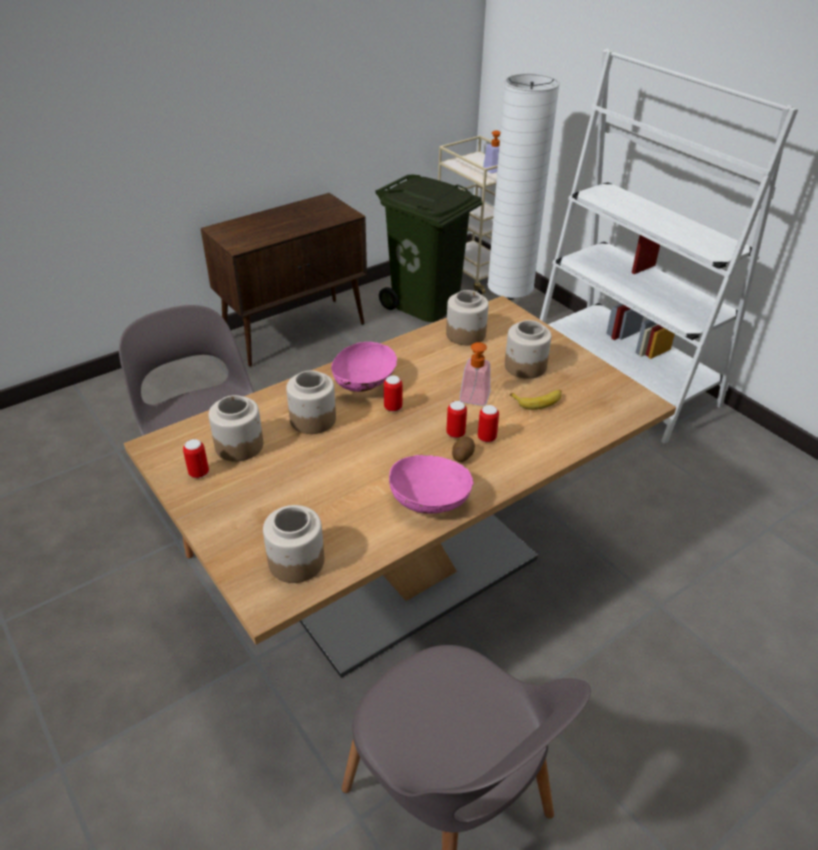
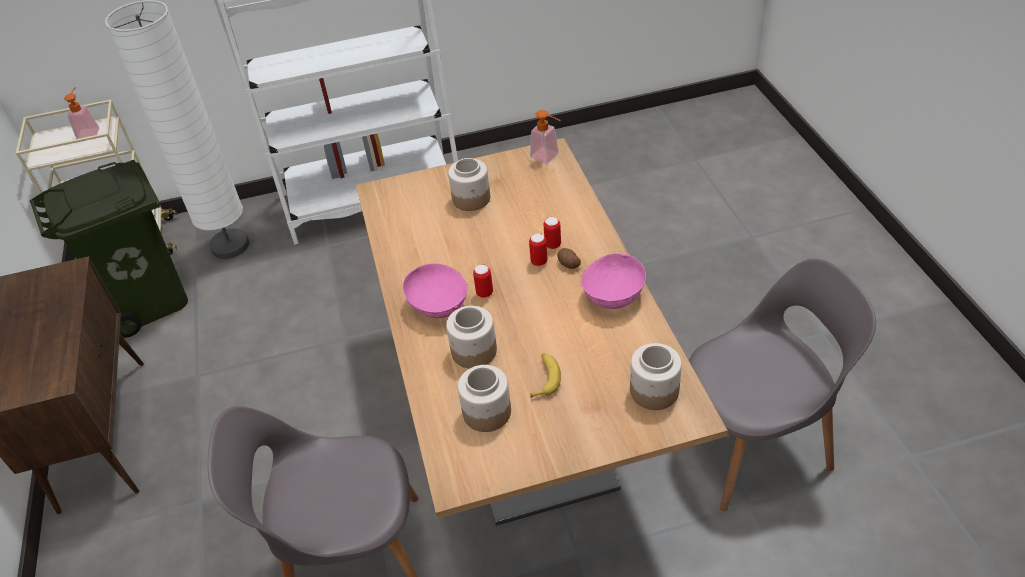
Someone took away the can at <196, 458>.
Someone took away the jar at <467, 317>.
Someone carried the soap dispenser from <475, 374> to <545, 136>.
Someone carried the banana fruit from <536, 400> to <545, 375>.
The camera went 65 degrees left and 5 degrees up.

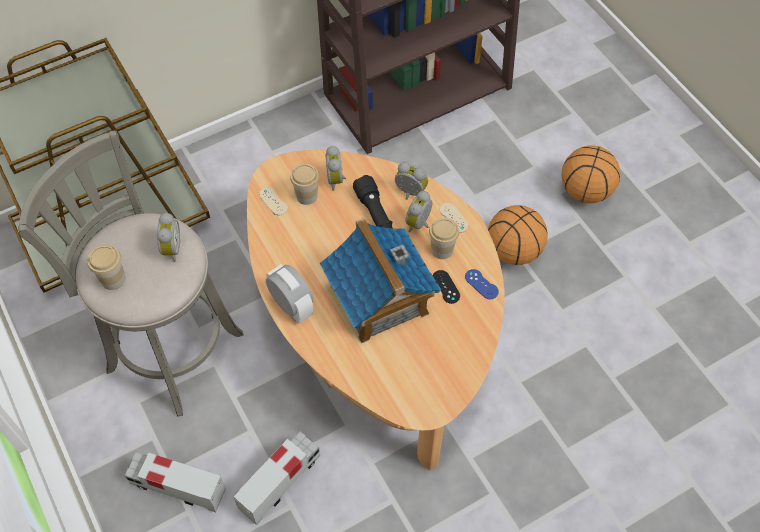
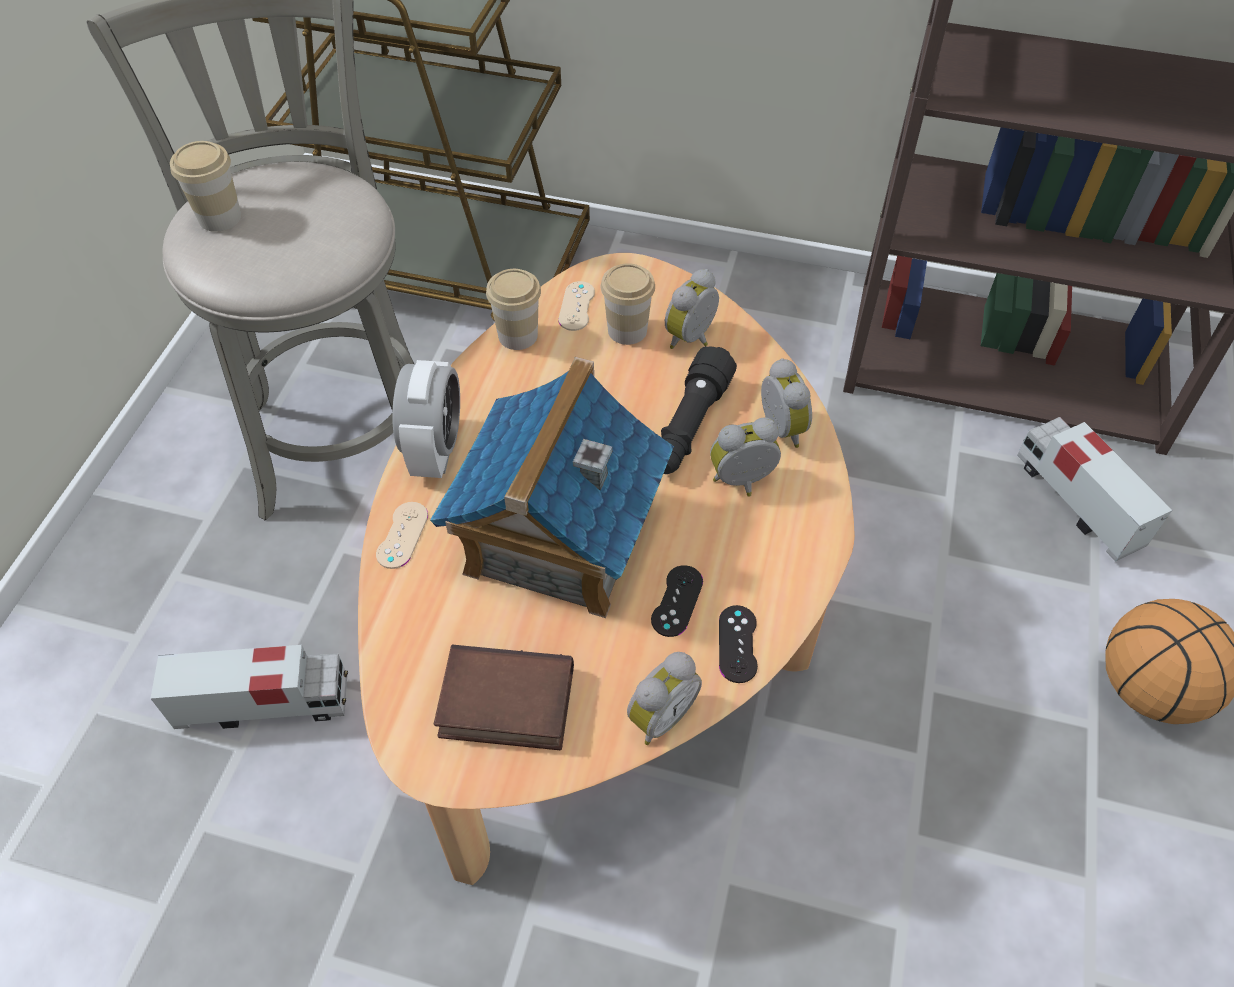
Someone took away the ball for basketball at <518, 235>.
Someone put down the volume at <504, 697>.
Someone carried the model truck from <175, 482> to <1094, 489>.
Someone carried the table clock from <168, 237> to <664, 698>.
Someone carried the drinking cup from <444, 238> to <513, 309>.
Someone carried the joypad in beige from <454, 218> to <402, 535>.
Someone repainted the joypad in bluish at <482, 284>, which became the joypad in blackish at <738, 644>.
The camera went 45 degrees right and 5 degrees down.

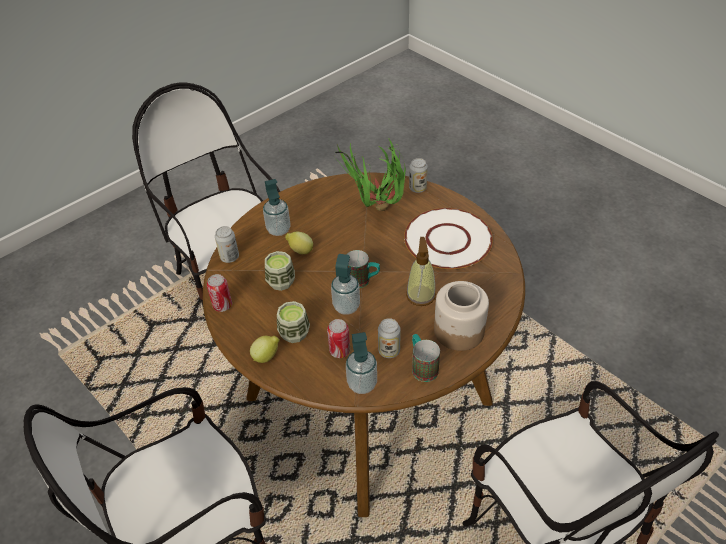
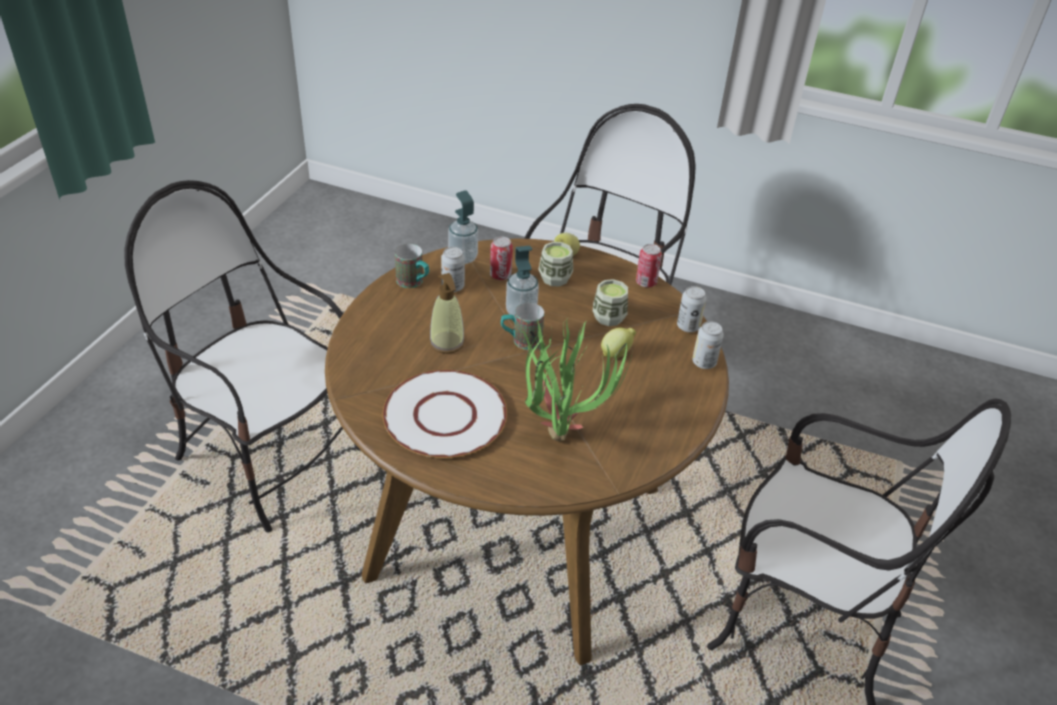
Someone took away the soap dispenser at <276, 207>.
Someone took away the jar at <461, 316>.
Someone carried the can from <418, 175> to <708, 345>.
The camera went 150 degrees right and 5 degrees down.

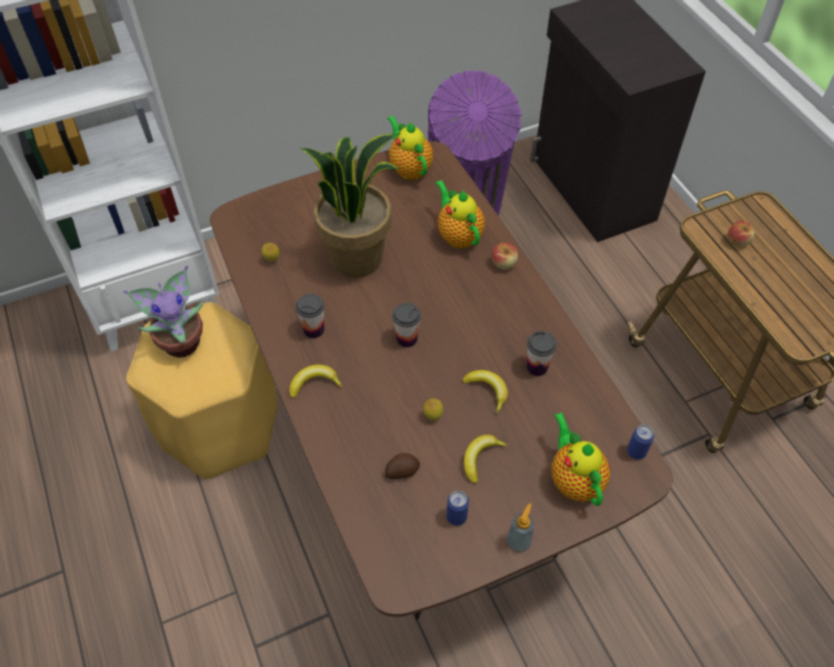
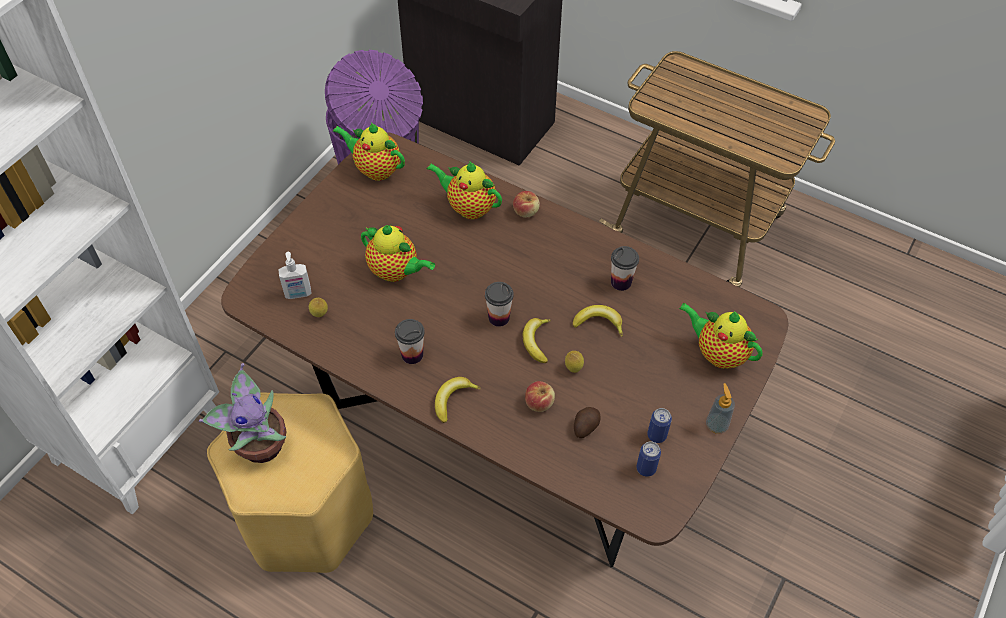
Someone put down the soap dispenser at <295, 275>.
Someone carried the banana fruit from <486, 459> to <537, 340>.
Someone carried the can from <640, 442> to <648, 459>.
Someone carried the apple fruit from <741, 234> to <540, 396>.
Someone swapped the houseplant at <350, 206> for the pot for tea at <398, 253>.
The camera went 35 degrees left and 0 degrees up.

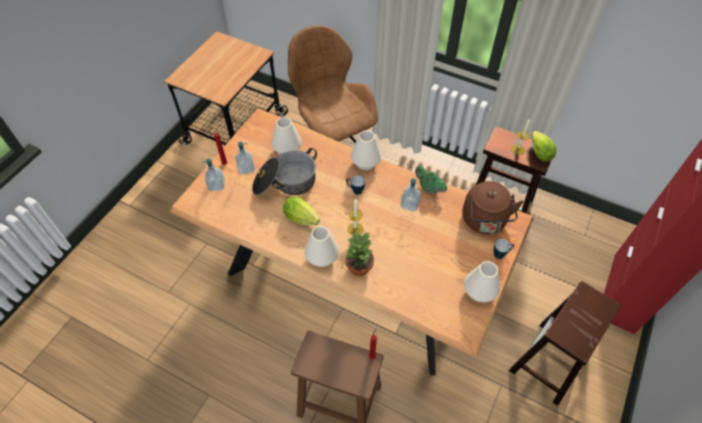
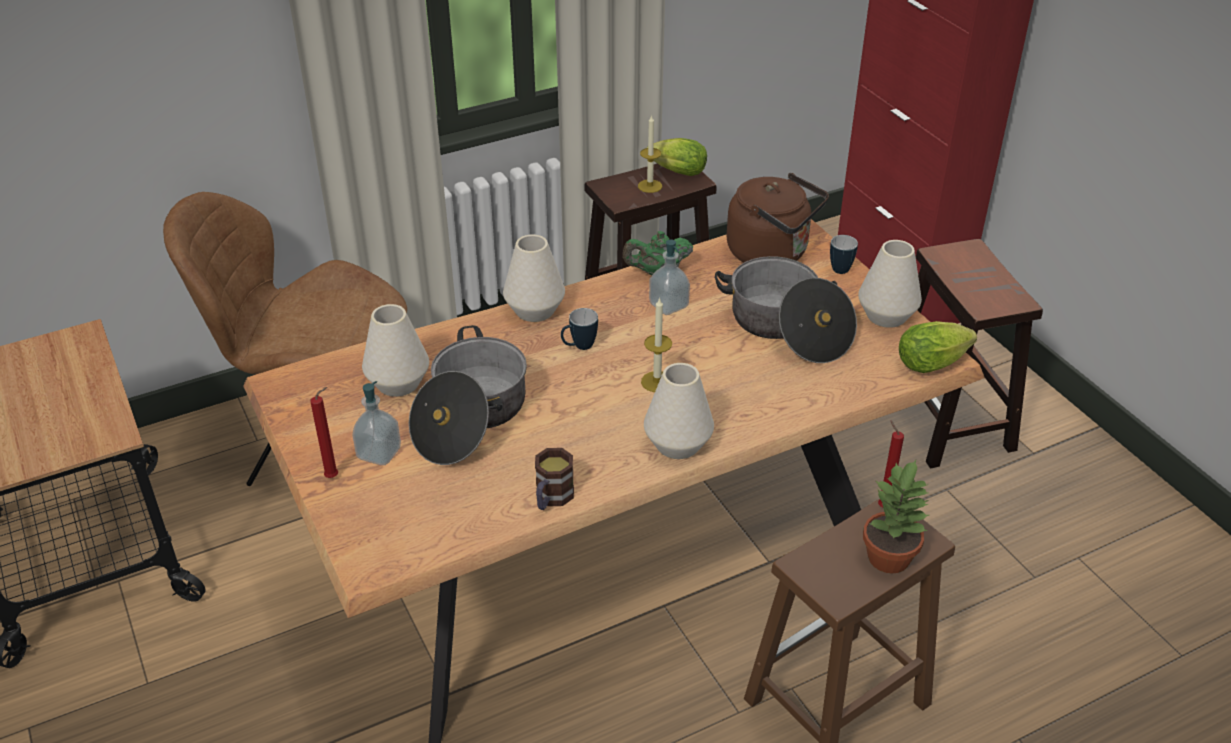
Someone took away the soap dispenser at <213, 175>.
Someone put down the mug at <554, 479>.
Someone put down the stockpot at <786, 309>.
Someone carried the lettuce head from <301, 210> to <938, 347>.
Someone carried the houseplant from <359, 254> to <896, 517>.
The camera went 55 degrees left and 15 degrees down.

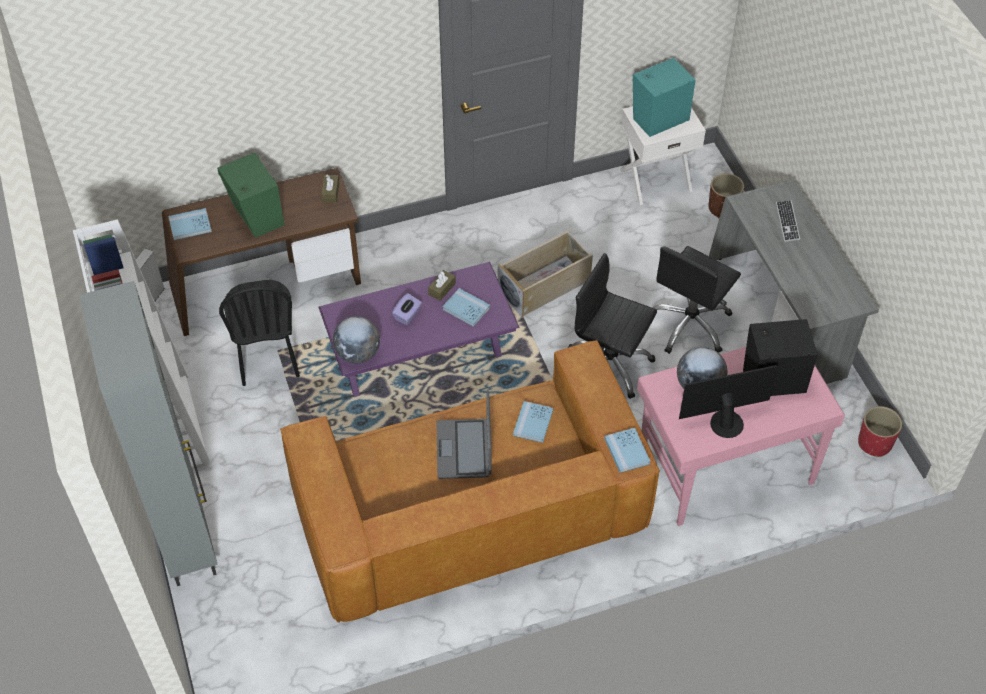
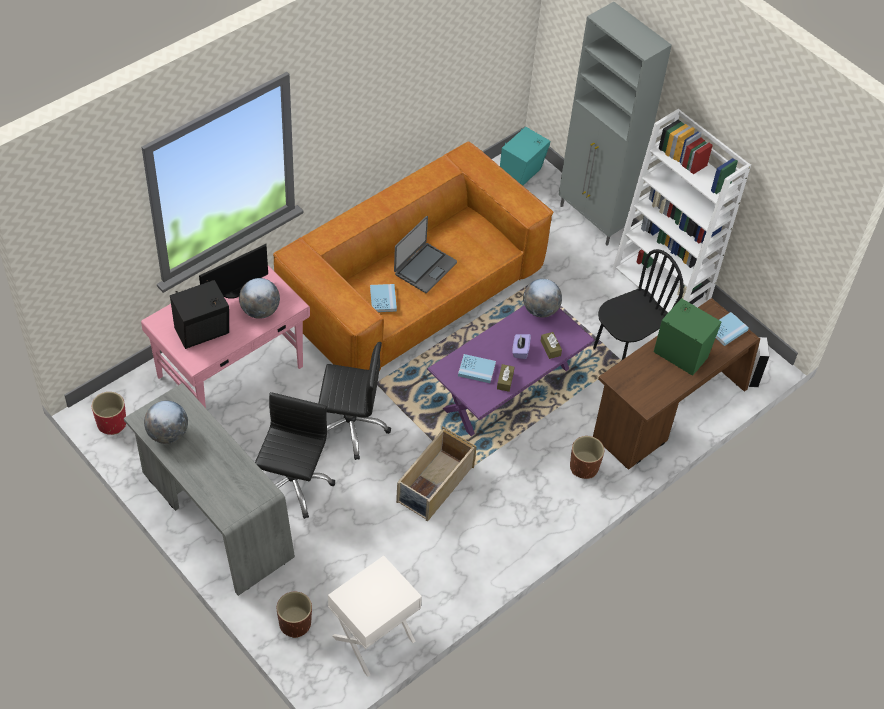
Someone took away the volume in bluish at <627, 450>.
Someone took away the PC keyboard at <788, 221>.
Someone put down the desk globe at <166, 422>.
Someone put down the planter in brownish at <587, 457>.
Someone carried the tissue holder in brownish from <330, 189> to <551, 345>.
Someone carried the audio speaker in turquoise from <663, 97> to <525, 156>.
Someone rotated the upright chair in blackish at <259, 333> by 90 degrees clockwise.
Someone rotated the portable computer at <464, 434> by 60 degrees clockwise.
The camera went 155 degrees right and 0 degrees up.

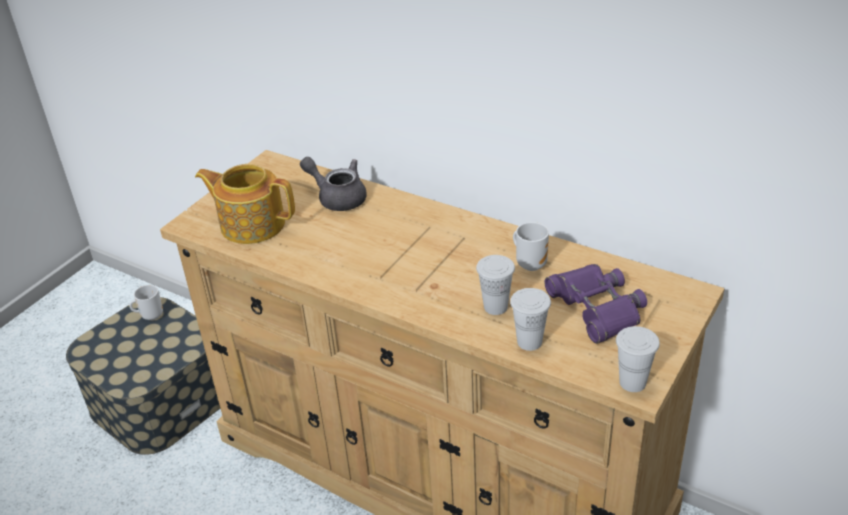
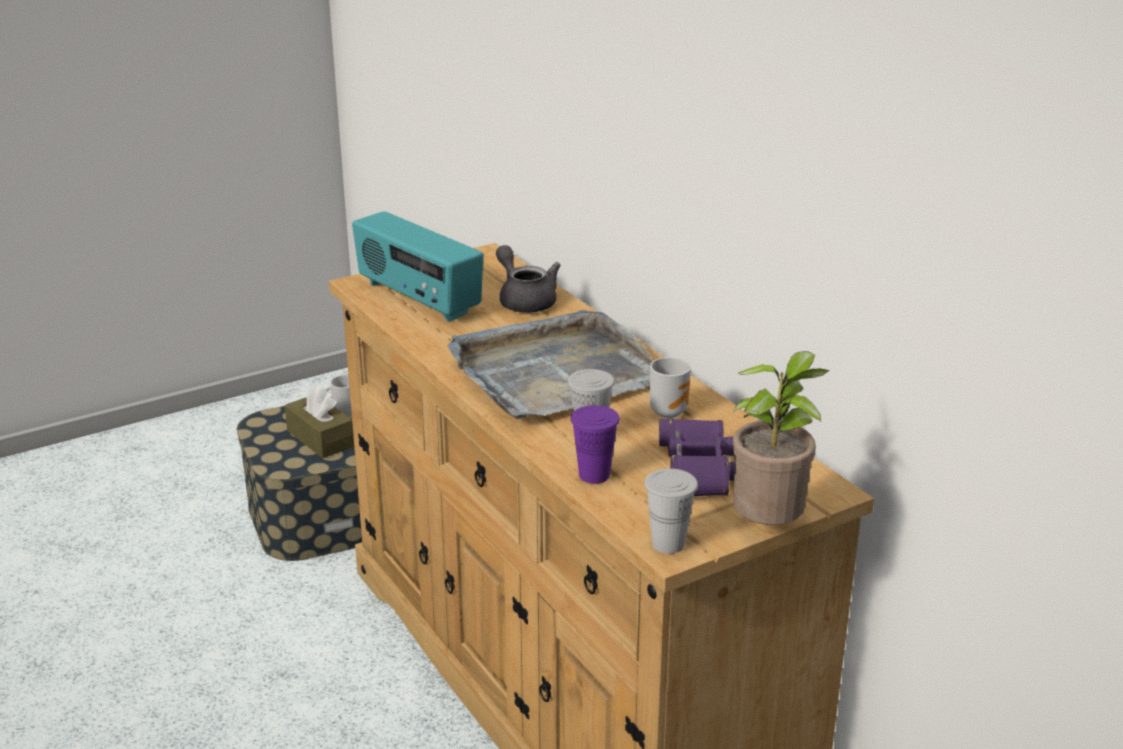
Someone put down the tissue holder in brownish at <319, 421>.
Someone put down the serving tray in gray at <550, 364>.
Someone put down the houseplant at <781, 438>.
Someone swapped the pot for tea at <245, 204> for the radio receiver at <418, 266>.
Someone repainted the drinking cup in white at <530, 319>, which became the drinking cup in purple-coloured at <595, 444>.
The camera went 25 degrees right and 10 degrees down.

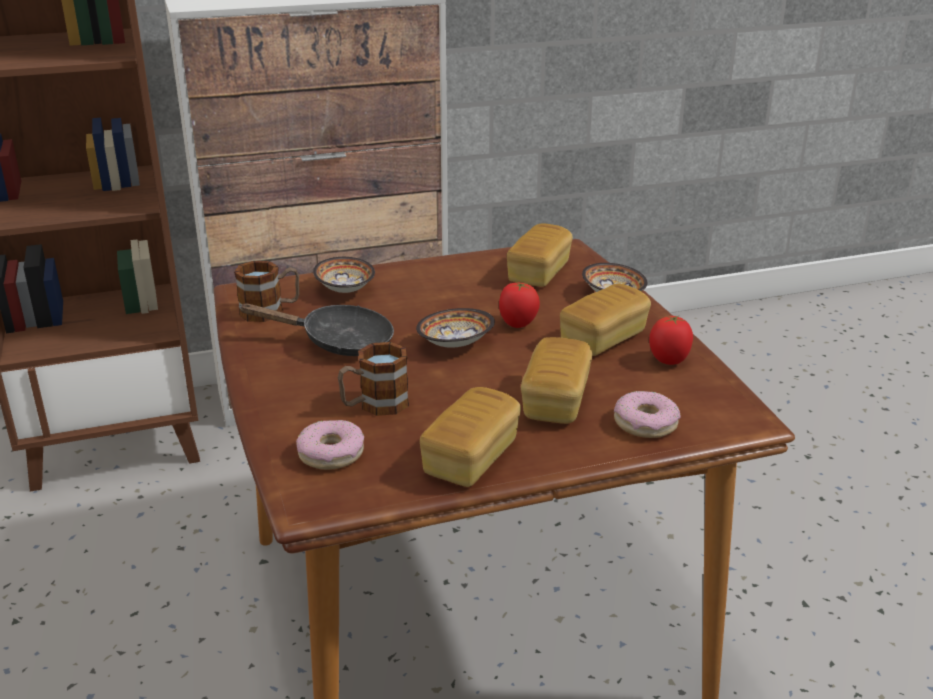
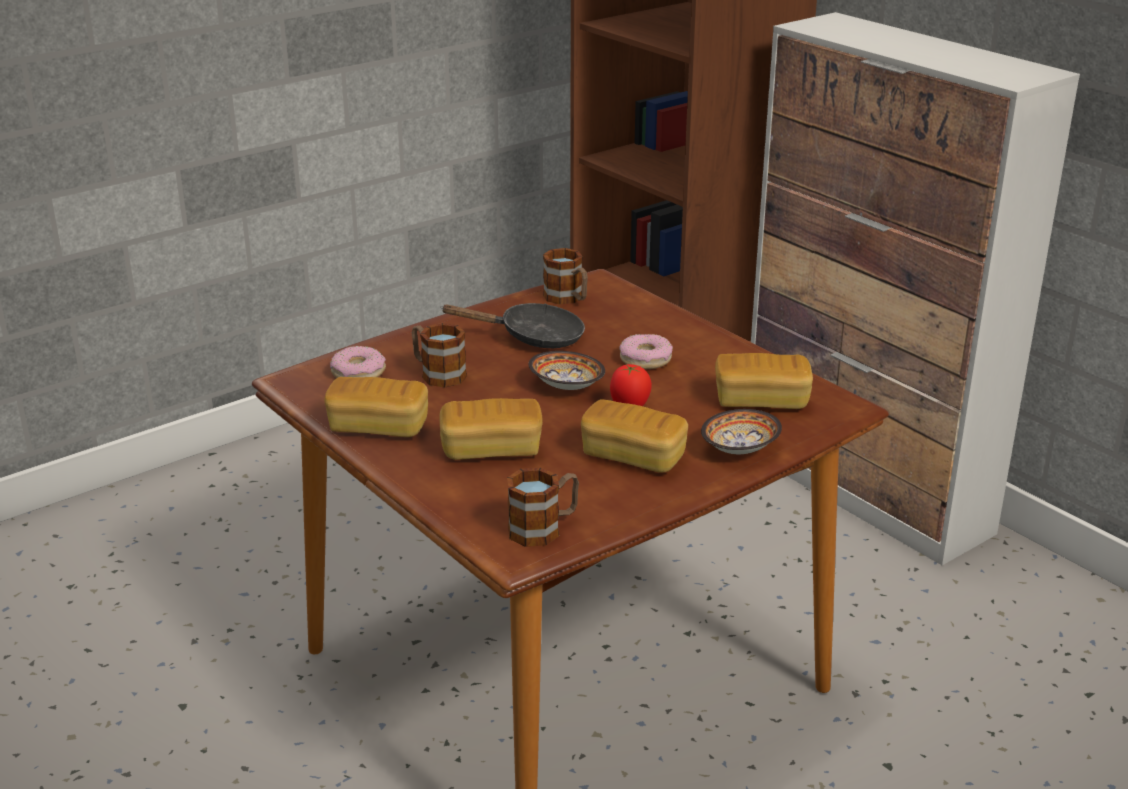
Someone took away the deep dish at <344, 275>.
Someone took away the whole tomato at <671, 340>.
Someone put down the mug at <543, 507>.
Someone carried the doughnut from <647, 414> to <646, 351>.
Someone rotated the skillet in blackish at <316, 329> by 75 degrees counterclockwise.
The camera went 70 degrees right and 0 degrees up.

